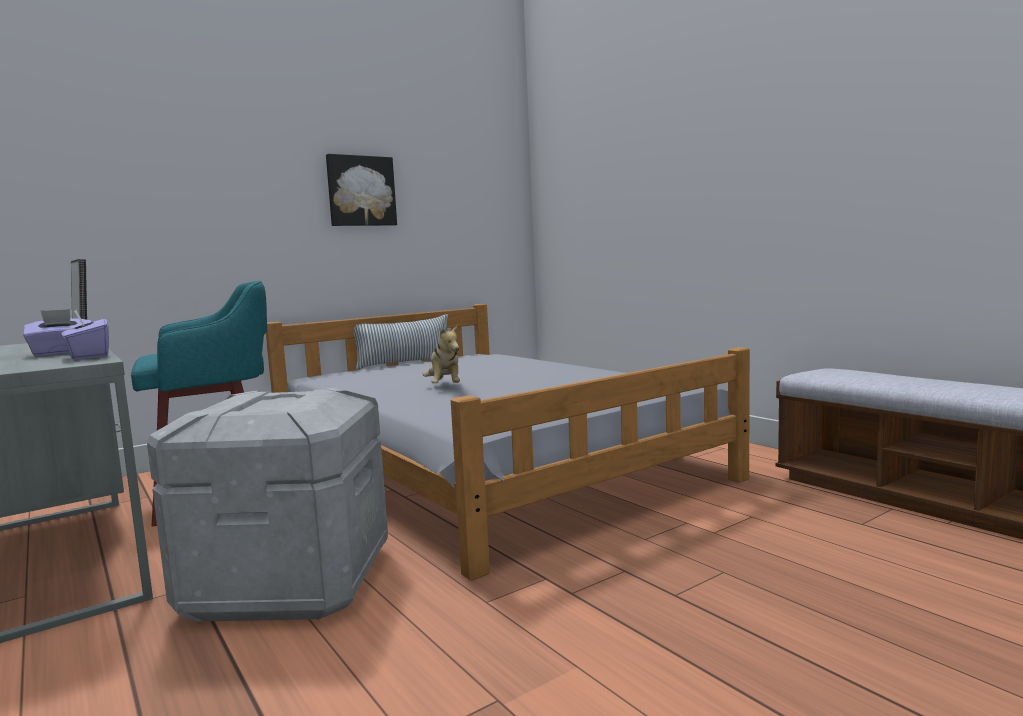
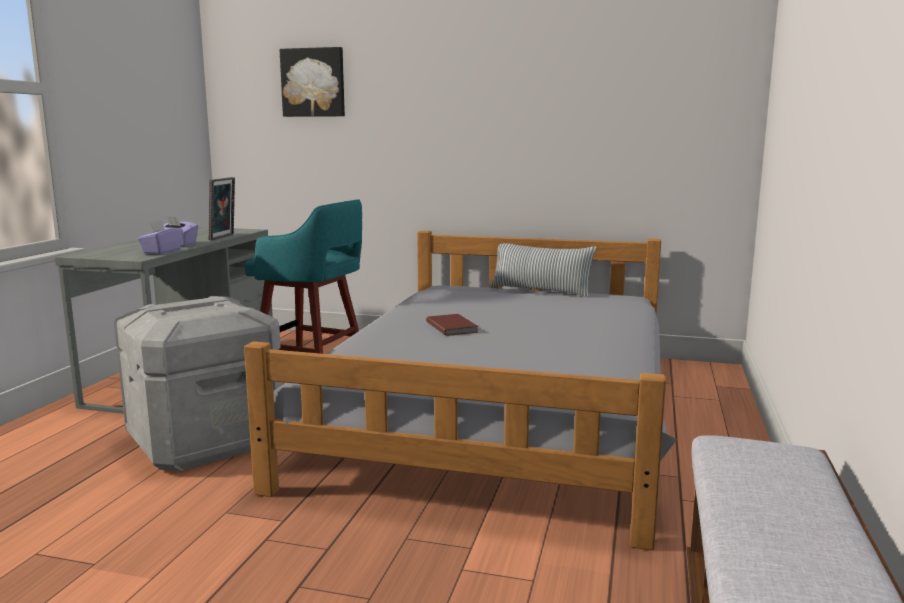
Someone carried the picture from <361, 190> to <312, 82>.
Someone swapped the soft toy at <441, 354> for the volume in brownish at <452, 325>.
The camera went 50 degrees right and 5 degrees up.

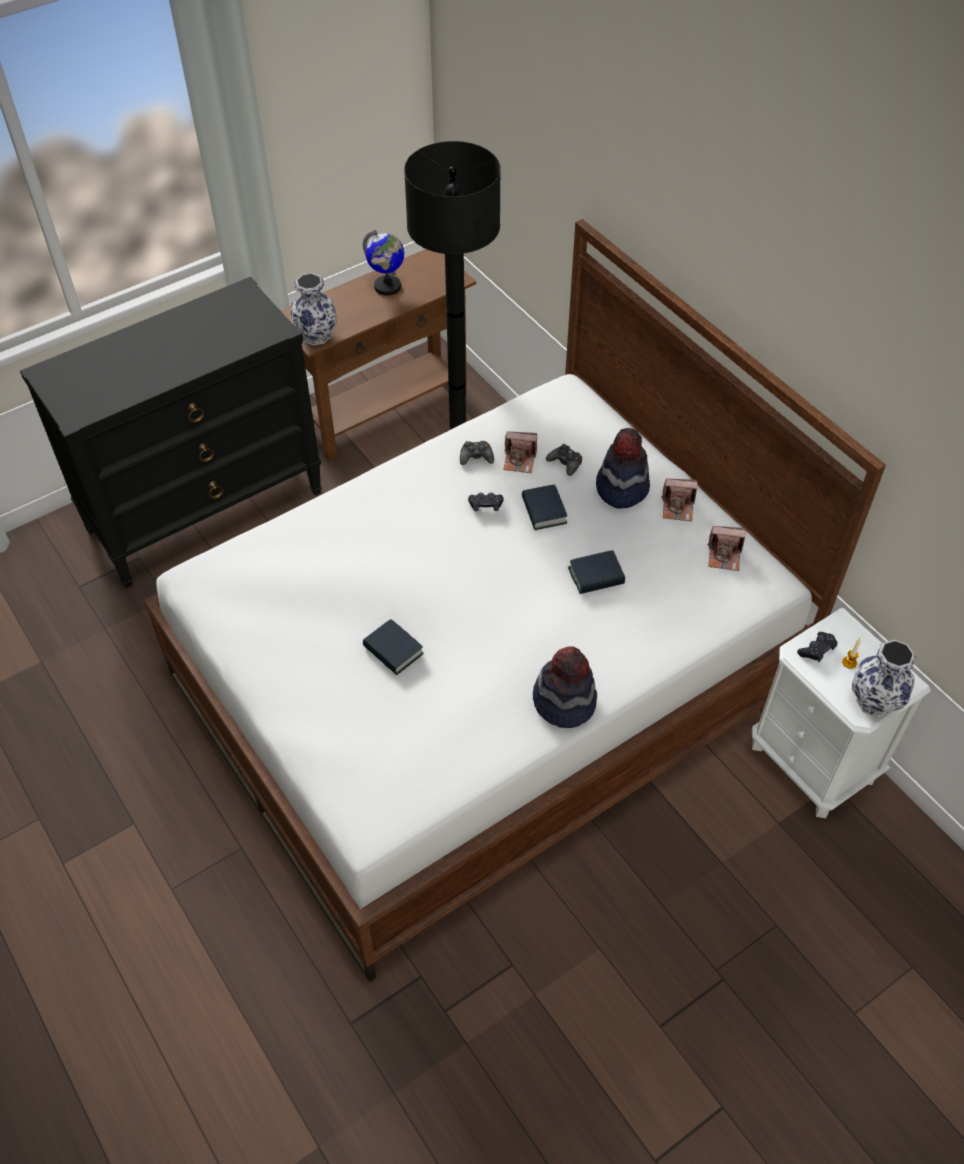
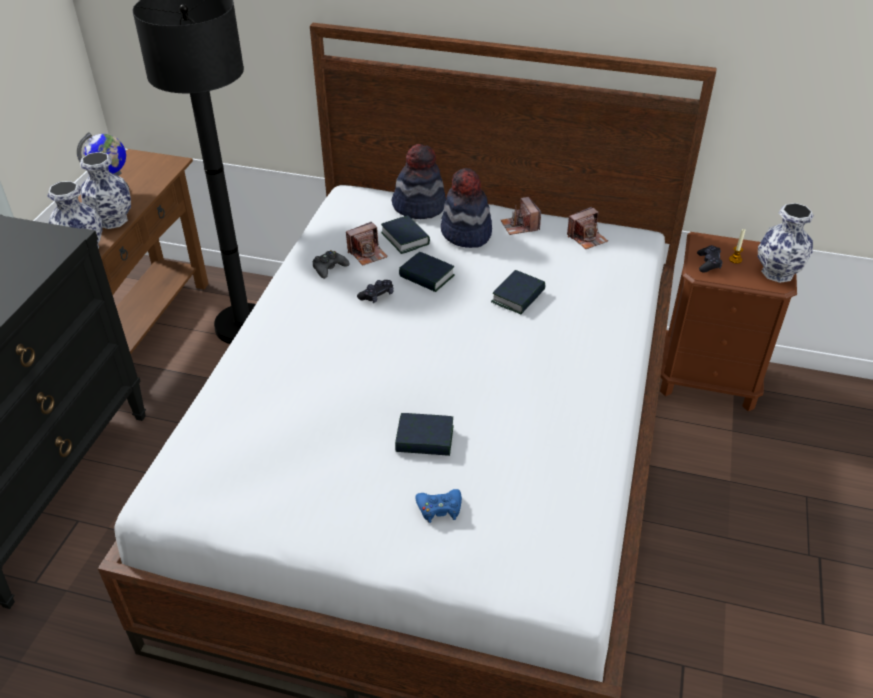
Someone put down the decorative vase at <105, 190>.
Someone put down the joypad in bluish at <438, 506>.
Someone carried the wearable hat from <565, 687> to <419, 181>.
Someone swapped the joypad in blackish at <564, 460> for the volume at <405, 234>.
Someone repainted the night table in white at <841, 713>, which became the night table in brownish at <728, 321>.
Someone rotated the still camera at <679, 500> by 105 degrees clockwise.
The camera went 40 degrees left and 10 degrees down.

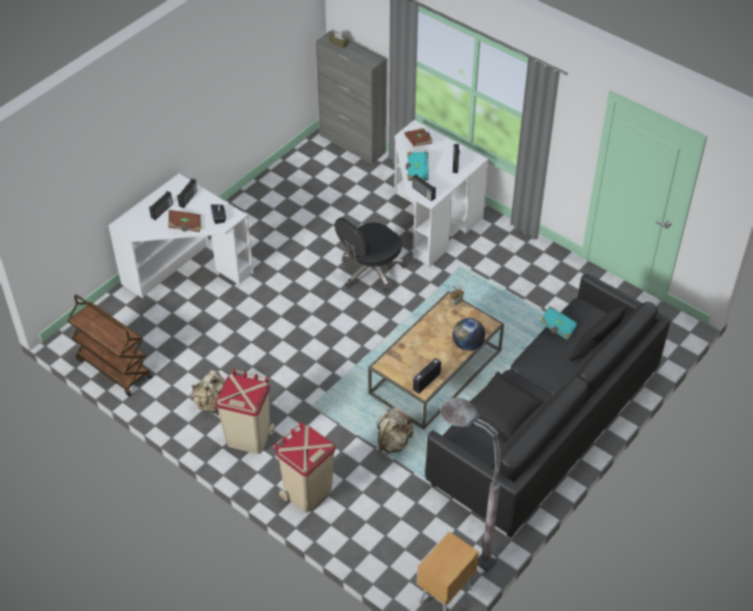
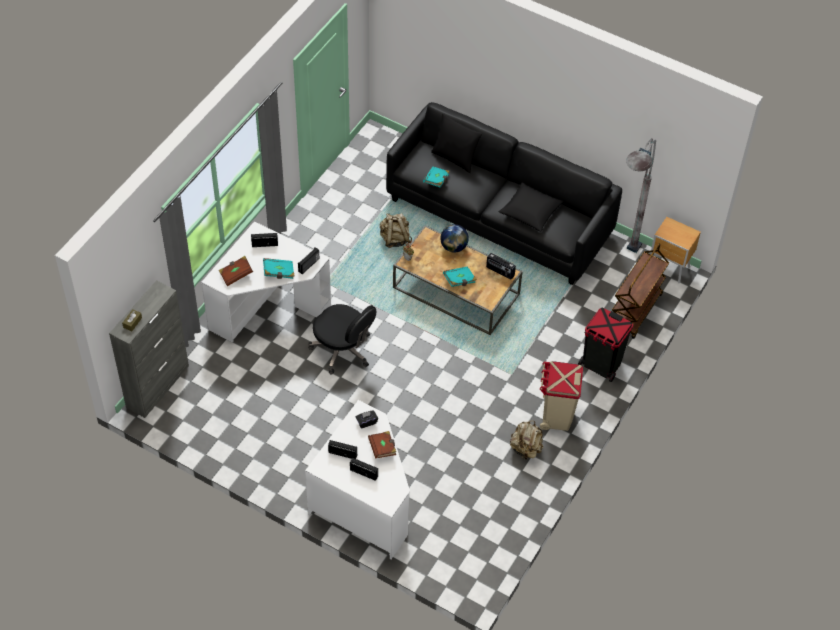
Someone put down the volume in turquoise at <460, 276>.
Someone carried the cart in brownish from <109, 346> to <640, 291>.
Someone carried the rucksack in beige from <395, 431> to <396, 230>.
Someone repainted the trash can in beige at <304, 467>, which became the trash can in blackish at <605, 345>.
The camera went 100 degrees left and 5 degrees up.

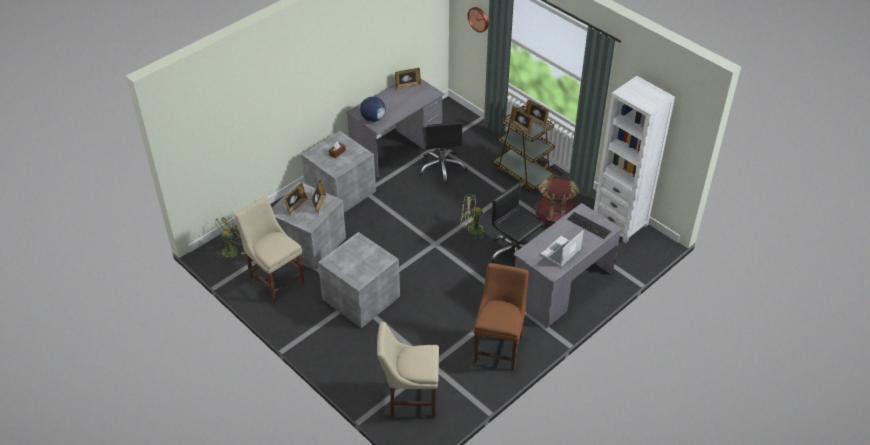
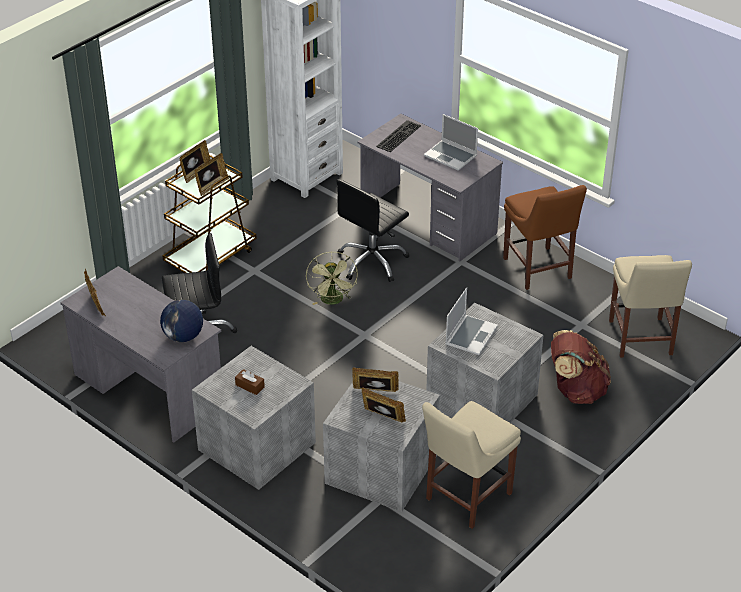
Someone took away the cooling fan in green at <230, 236>.
Someone took away the hanging clock at <478, 20>.
Someone put down the portable computer at <471, 321>.
Someone carried the rucksack in brownish from <557, 202> to <581, 367>.
Someone rotated the upright chair in brownish at <501, 317> by 120 degrees counterclockwise.
The camera went 95 degrees left and 5 degrees down.

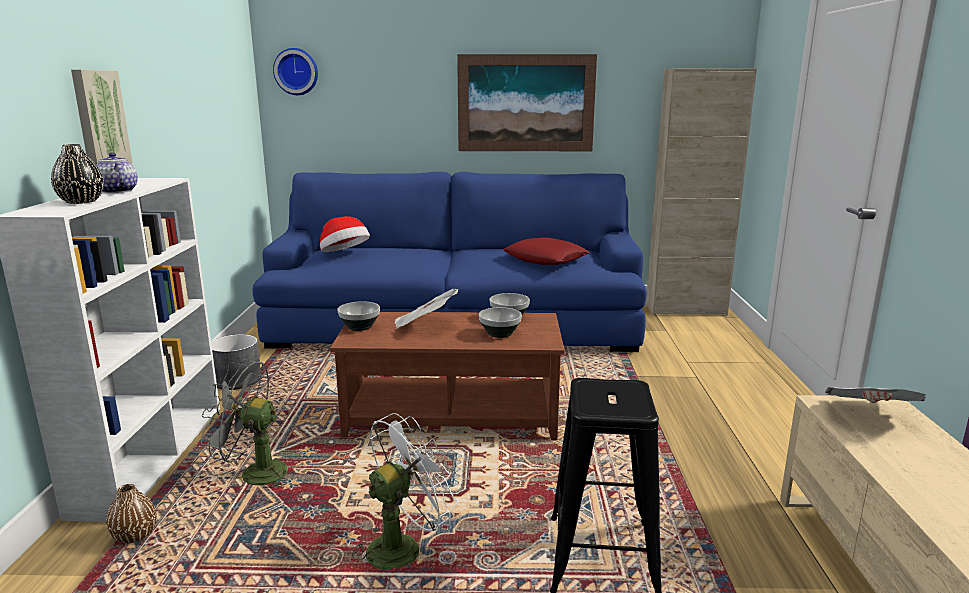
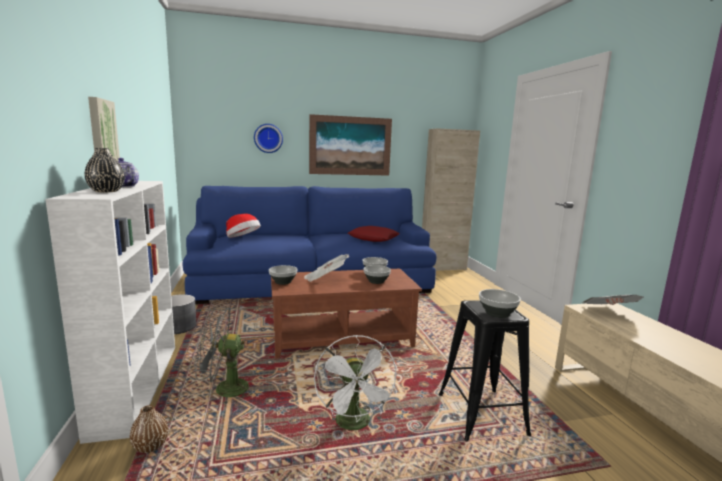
Someone put down the deep dish at <500, 303>.
Someone carried the hanging clock from <295, 71> to <268, 138>.
Someone rotated the cooling fan in white at <405, 491> by 135 degrees clockwise.
The camera went 15 degrees left and 5 degrees down.

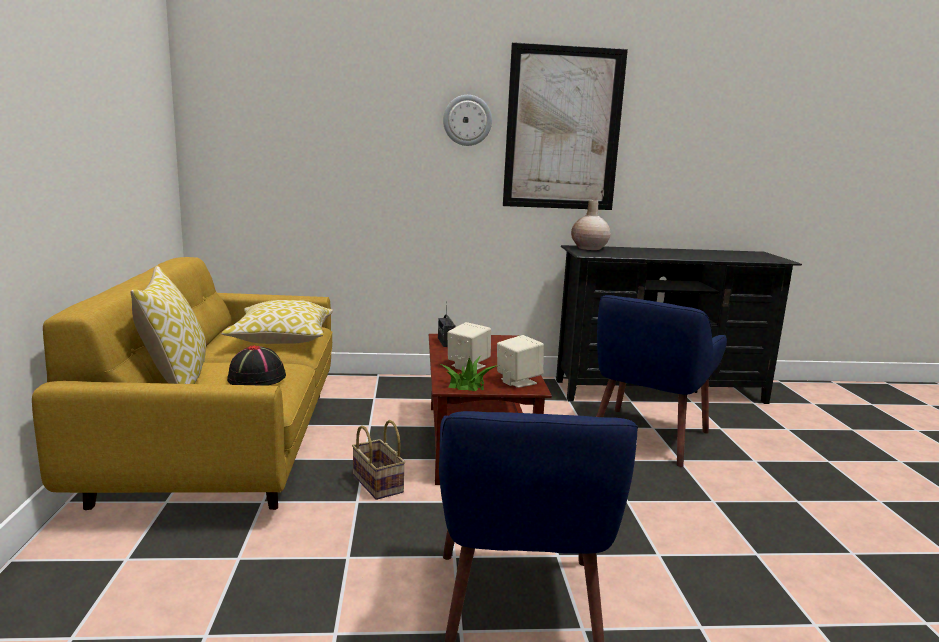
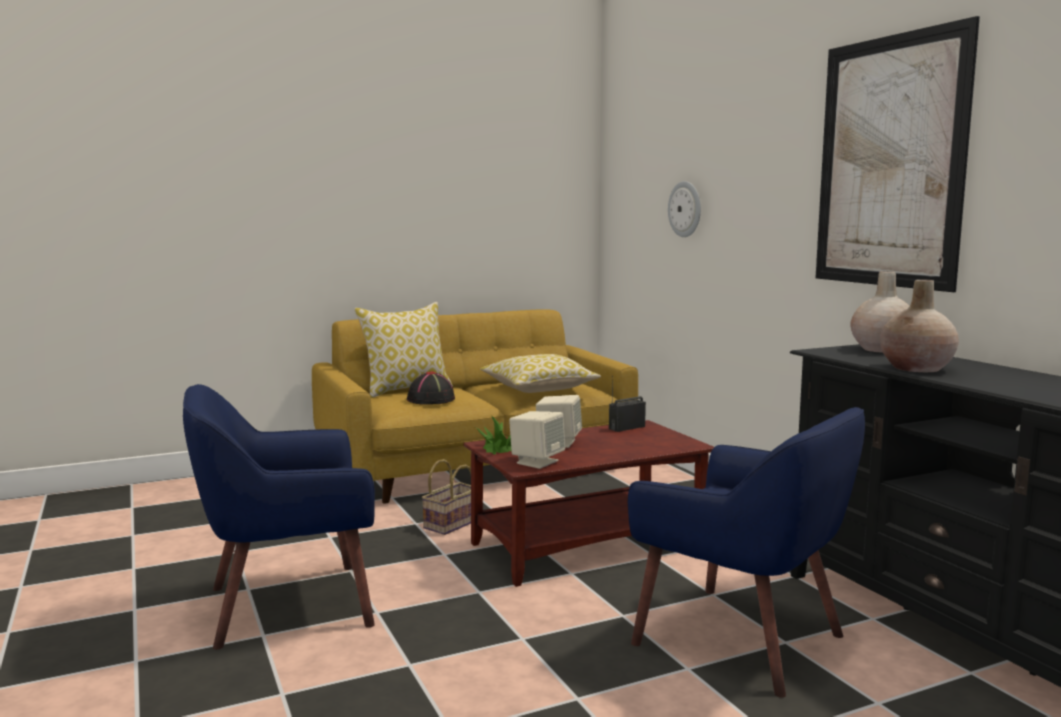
Someone put down the decorative vase in beige at <919, 325>.
Someone carried the hanging clock from <467, 120> to <684, 209>.
Someone rotated the armchair in bluish at <661, 381> by 150 degrees counterclockwise.
The camera went 70 degrees right and 5 degrees down.

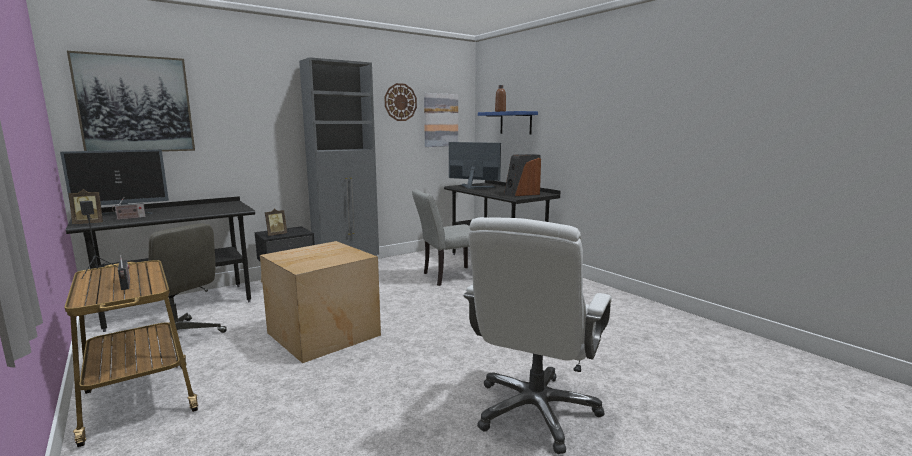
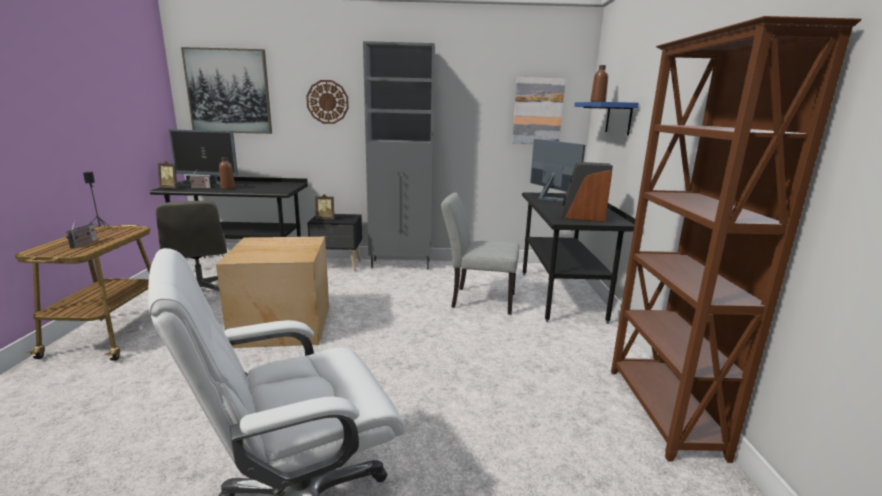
Someone put down the drink bottle in brownish at <227, 173>.
Someone put down the shelving unit in brownish at <736, 239>.
Someone carried the hanging clock from <401, 102> to <327, 102>.
The camera went 35 degrees right and 5 degrees up.

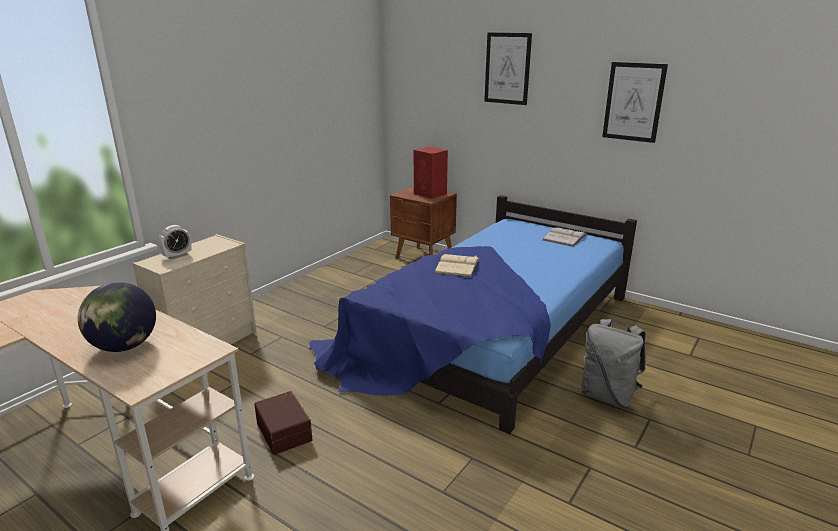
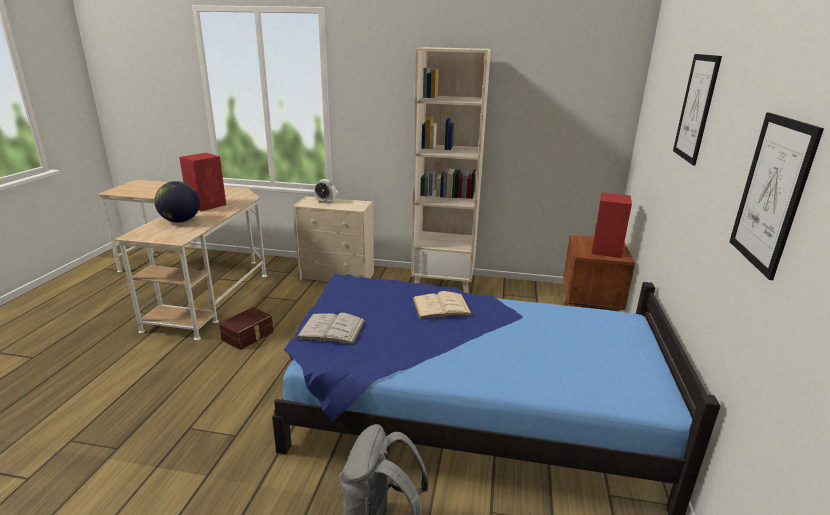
Someone put down the audio speaker in red-coloured at <202, 182>.
Someone put down the shelving unit in beige at <451, 170>.
Someone carried the volume in white from <565, 237> to <331, 328>.
The camera went 65 degrees right and 0 degrees up.

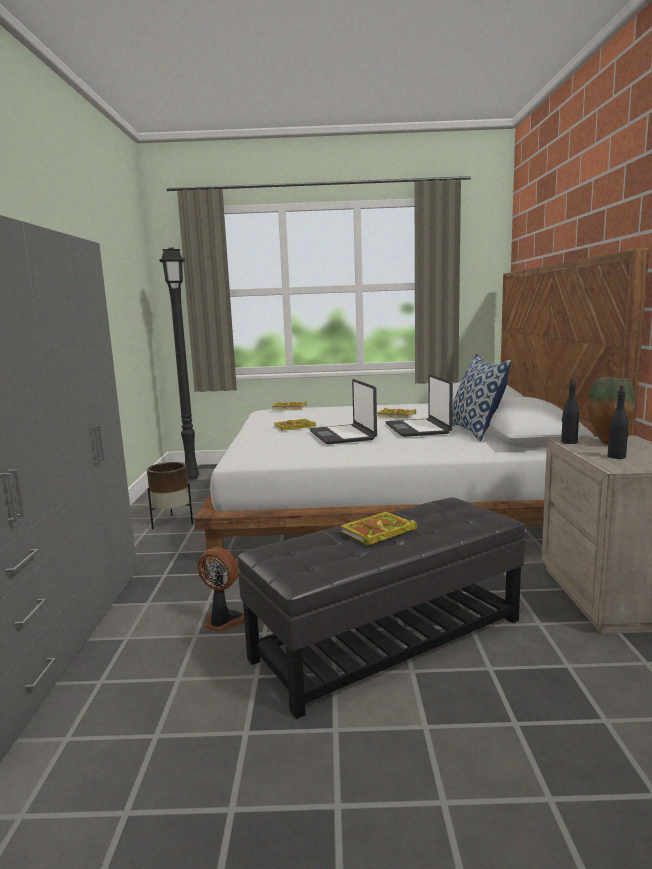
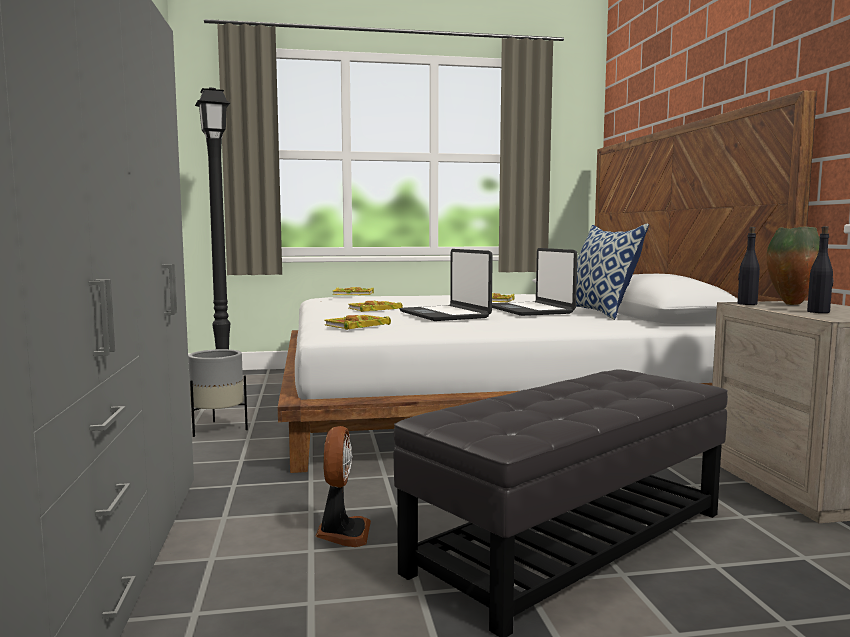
Someone carried the volume from <379, 528> to <357, 322>.
Someone repainted the planter in brownish at <170, 495>, which became the planter in gray at <218, 393>.
Someone rotated the cooling fan at <221, 589> by 75 degrees clockwise.
The camera went 10 degrees left and 5 degrees down.

